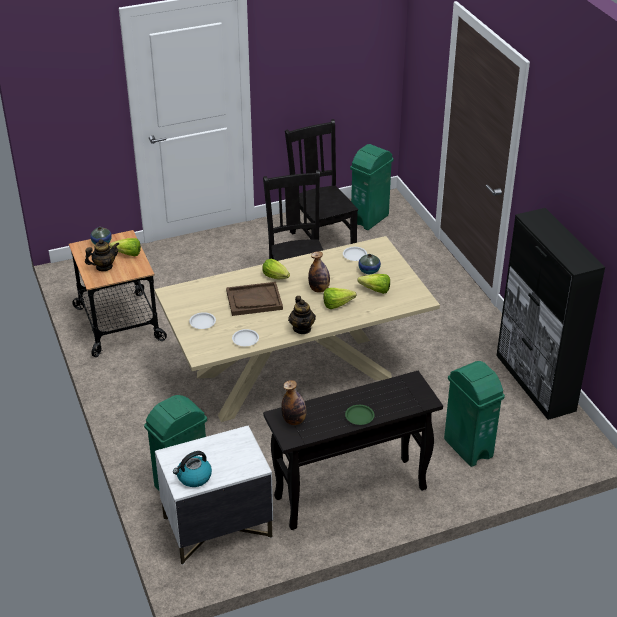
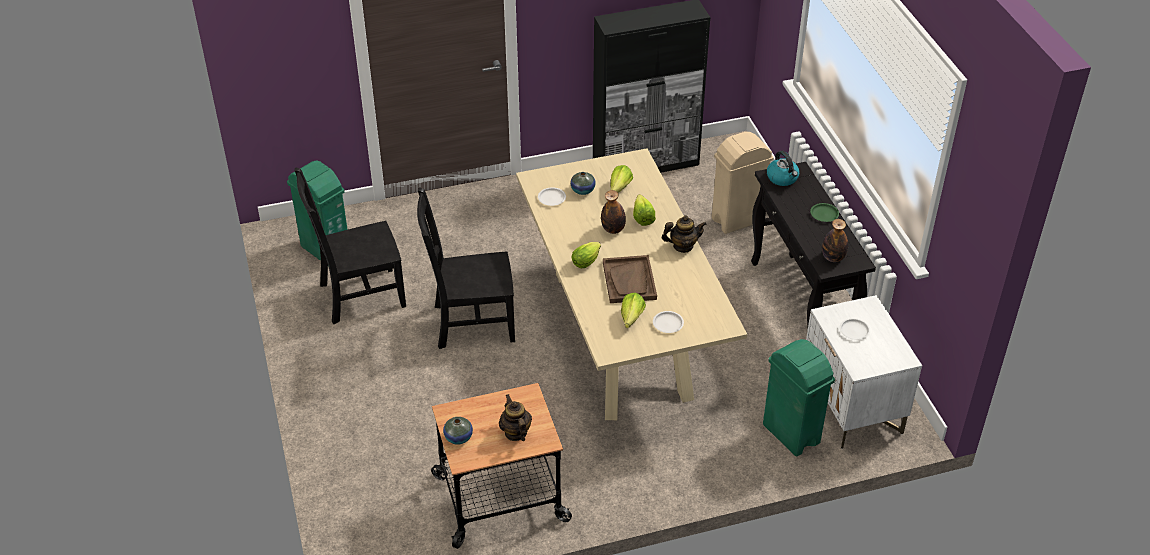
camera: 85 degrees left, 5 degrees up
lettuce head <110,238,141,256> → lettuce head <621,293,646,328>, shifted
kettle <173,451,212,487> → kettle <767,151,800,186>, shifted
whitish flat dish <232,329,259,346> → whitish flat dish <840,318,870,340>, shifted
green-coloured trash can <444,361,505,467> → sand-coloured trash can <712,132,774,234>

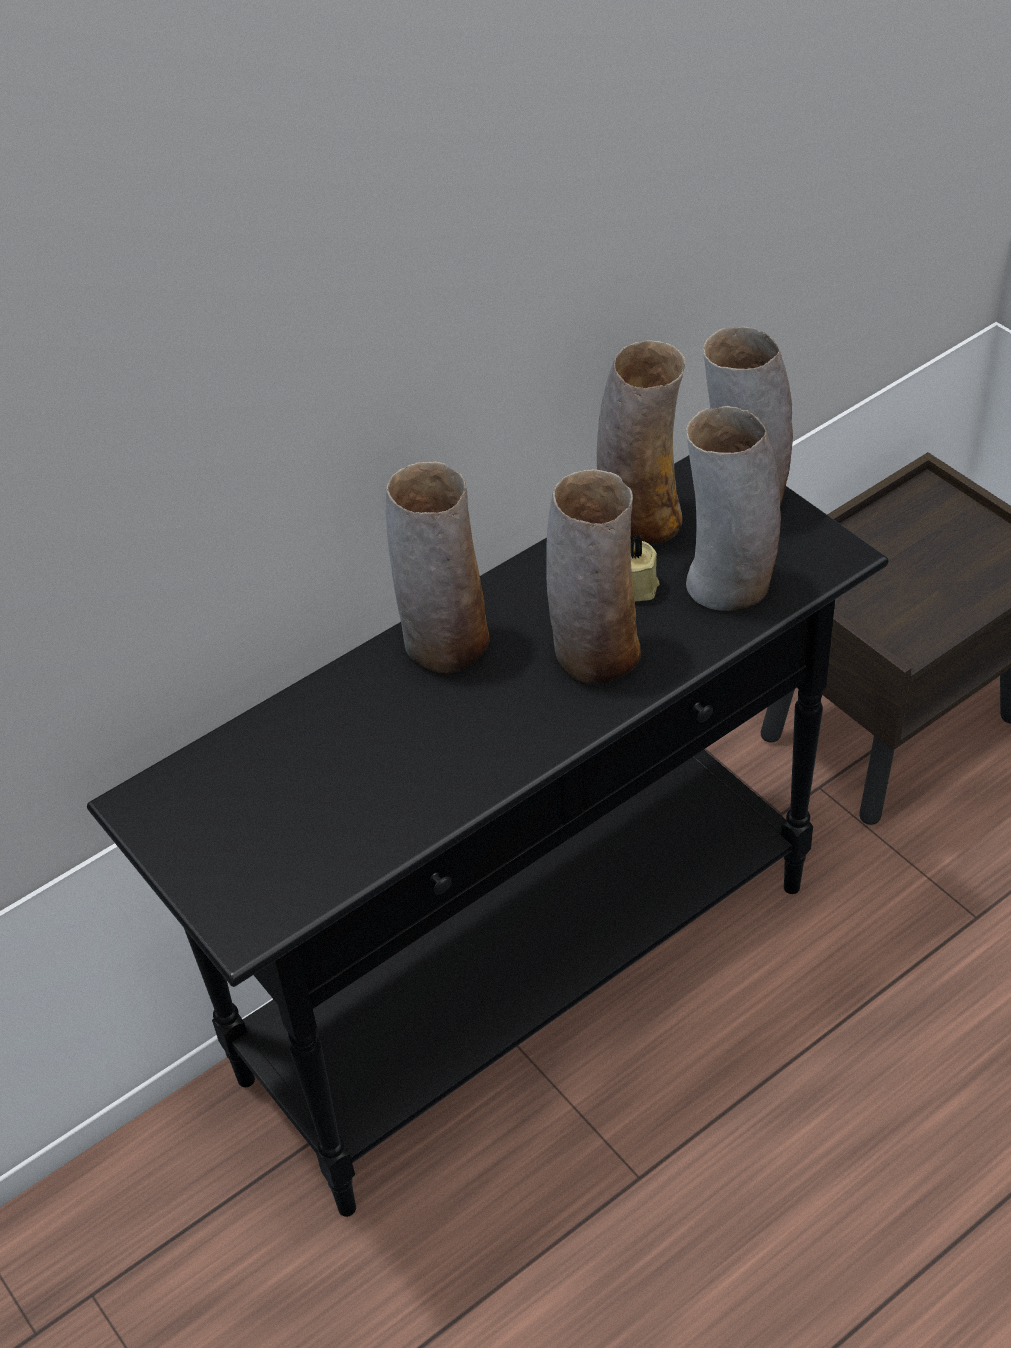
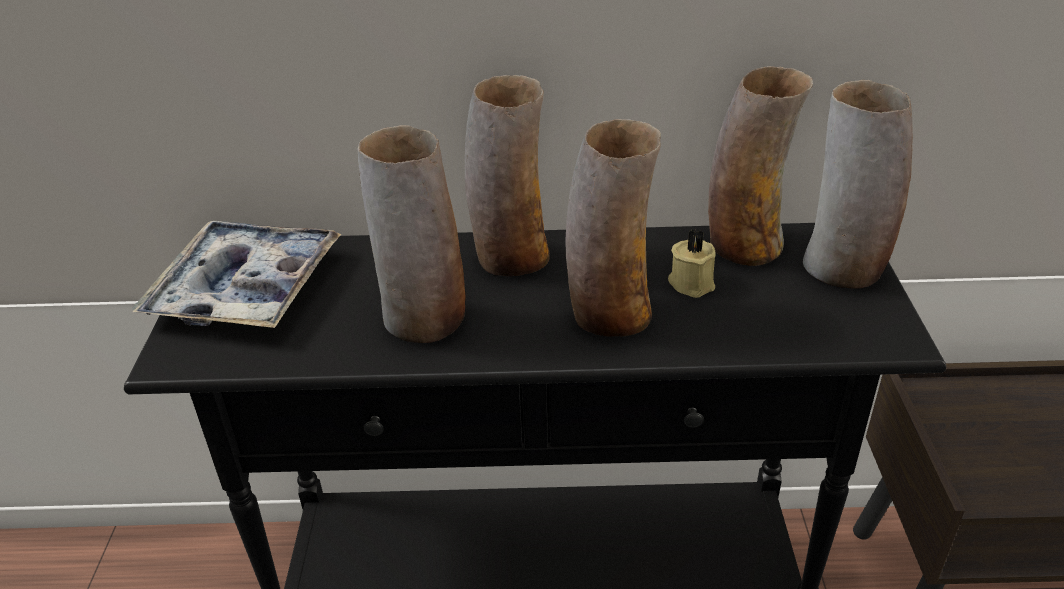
camera: 35 degrees right, 10 degrees down
- → tray <131,221,341,328>
decorative vase <686,406,781,611> → decorative vase <358,125,466,343>, shifted

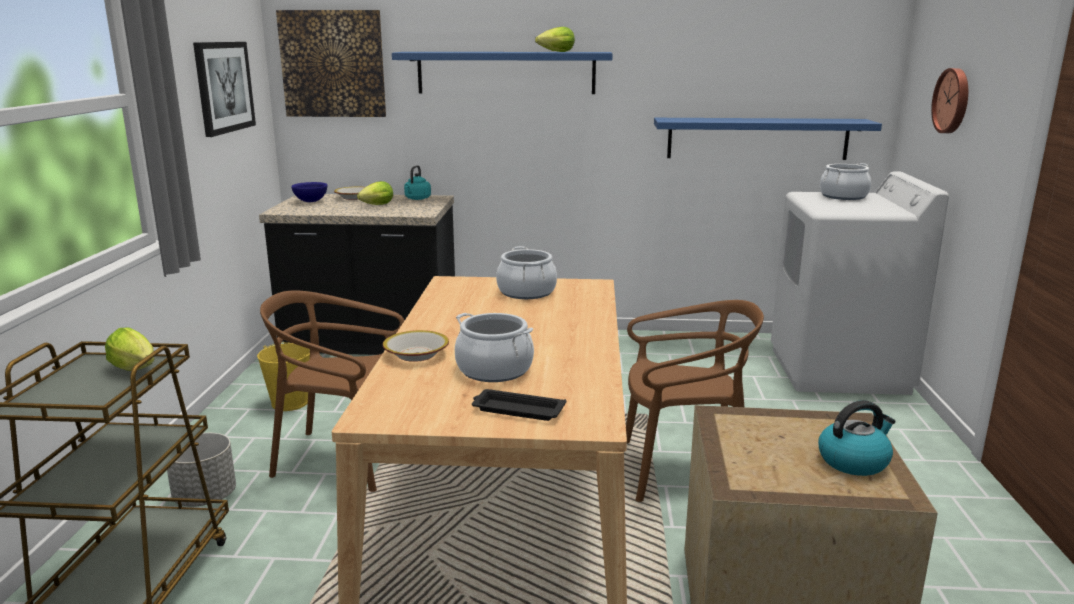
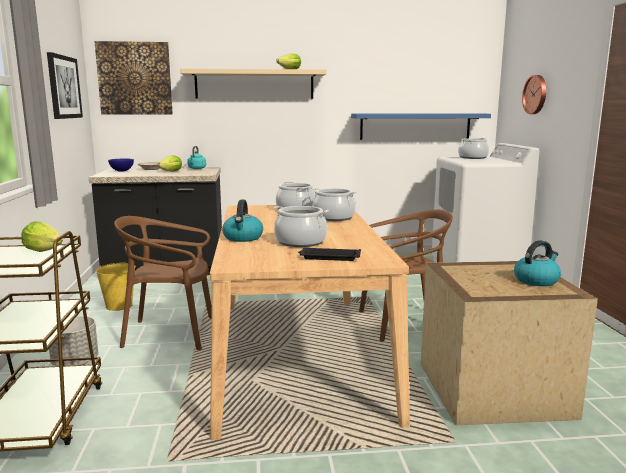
camera: 10 degrees left, 5 degrees down
- → stockpot <312,188,357,221>
serving bowl <383,330,449,362> → kettle <222,200,263,242>
bluish shelf <392,52,613,94> → sand-coloured shelf <180,68,327,99>

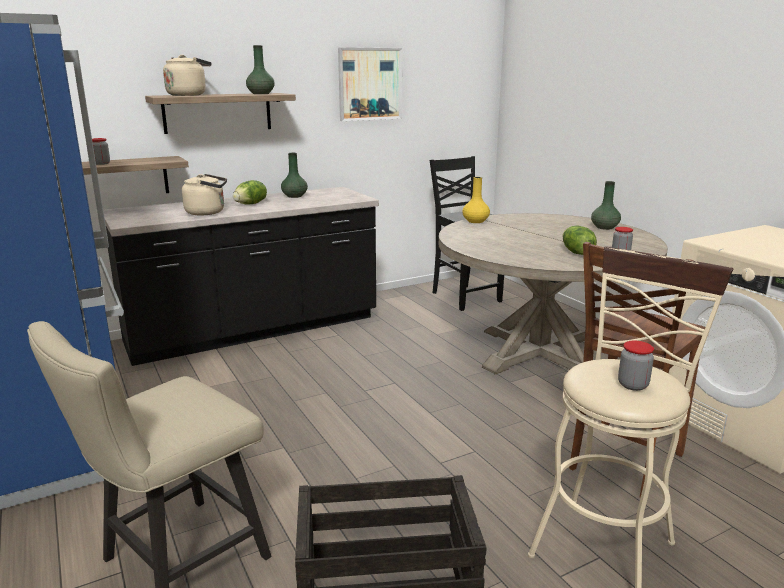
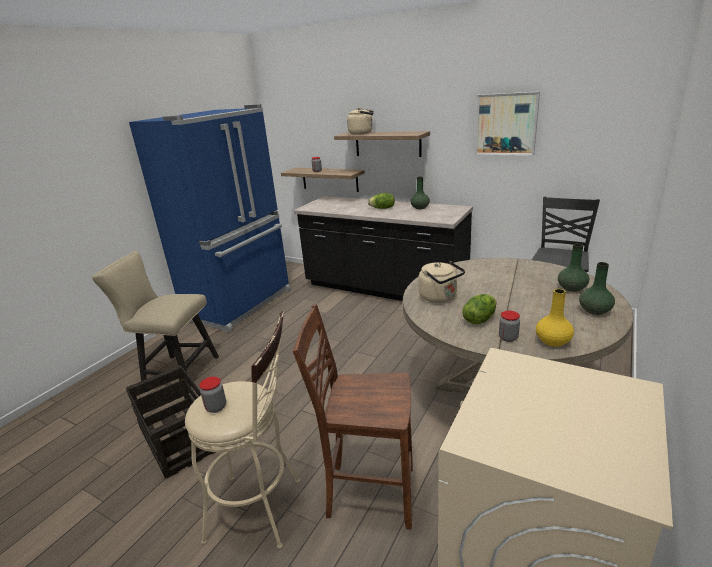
camera: 60 degrees right, 5 degrees up
sand-coloured kettle <182,174,227,215> → sand-coloured kettle <418,261,465,303>, shifted
green-coloured decorative vase <246,45,275,94> → green-coloured decorative vase <558,244,589,292>, shifted
yellow-coloured decorative vase <463,177,490,223> → yellow-coloured decorative vase <536,289,574,347>, shifted

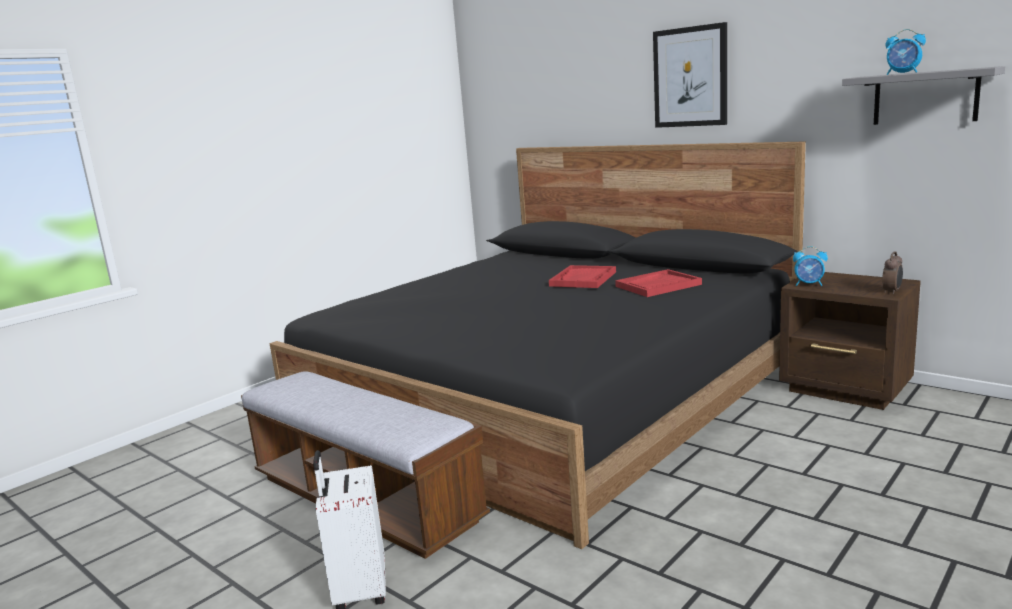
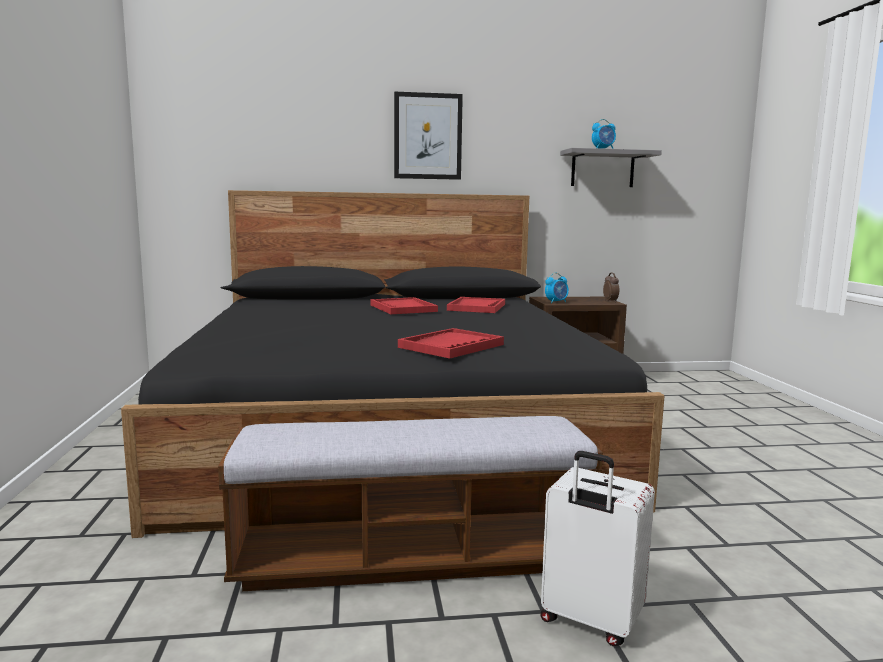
camera: 50 degrees left, 5 degrees down
- → reddish tray <398,328,504,359>

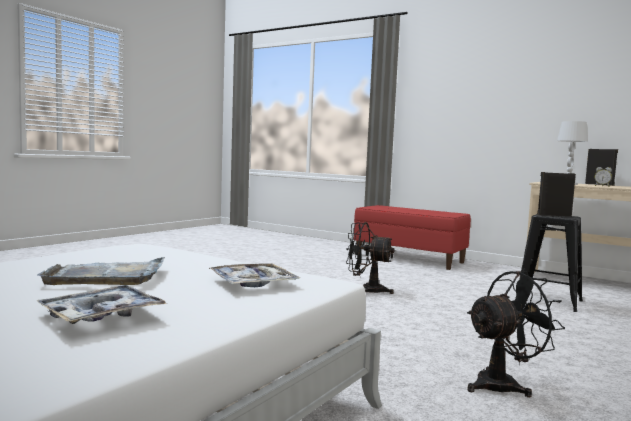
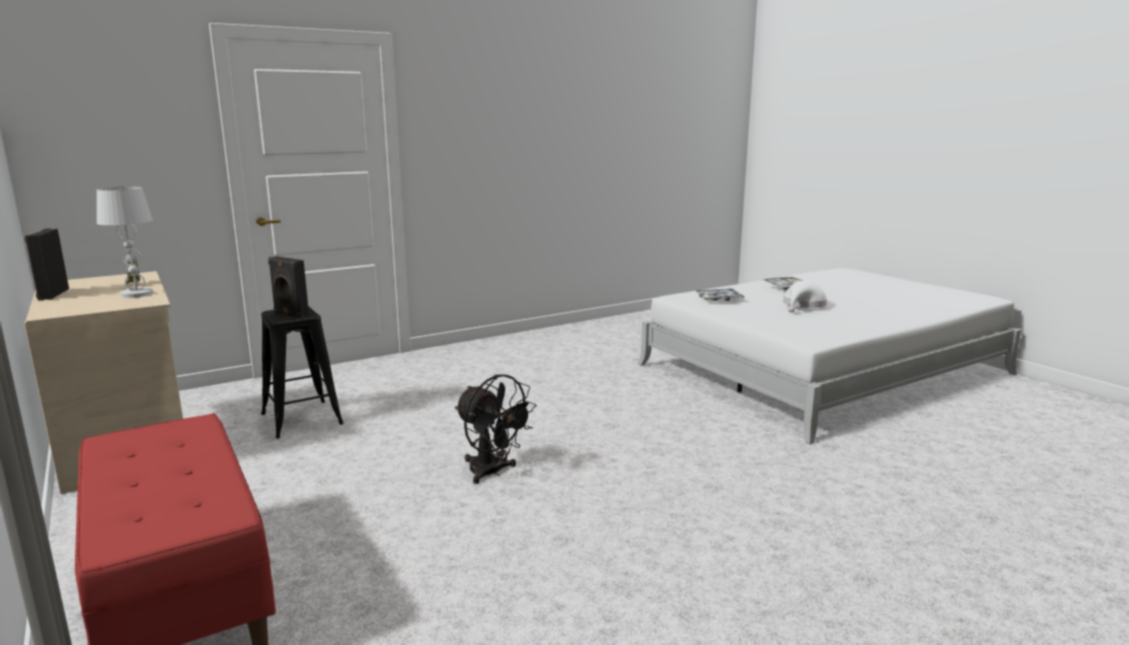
camera: 155 degrees left, 10 degrees up
blackish fan <467,271,565,397> → -
greyish tray <38,257,165,285> → whitish wearable hat <783,281,827,313>

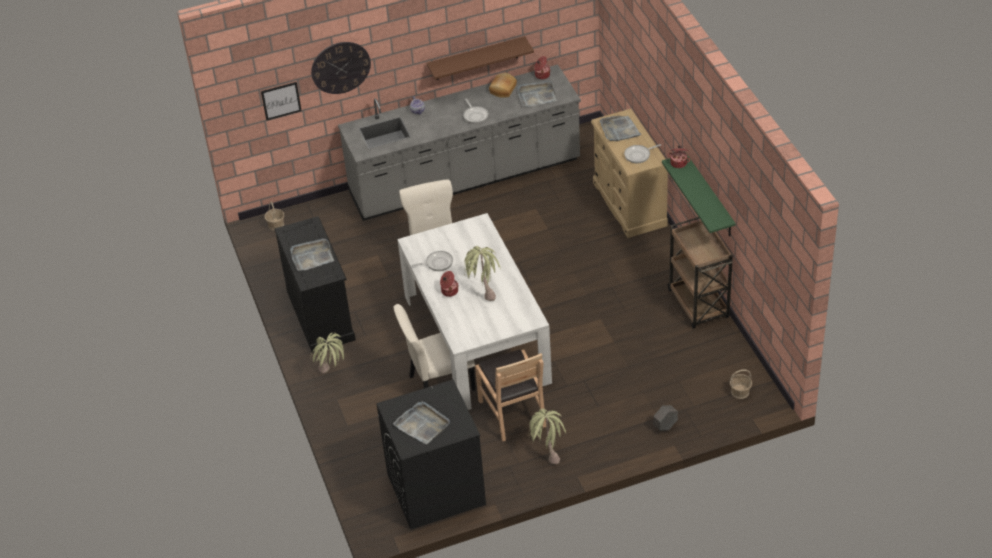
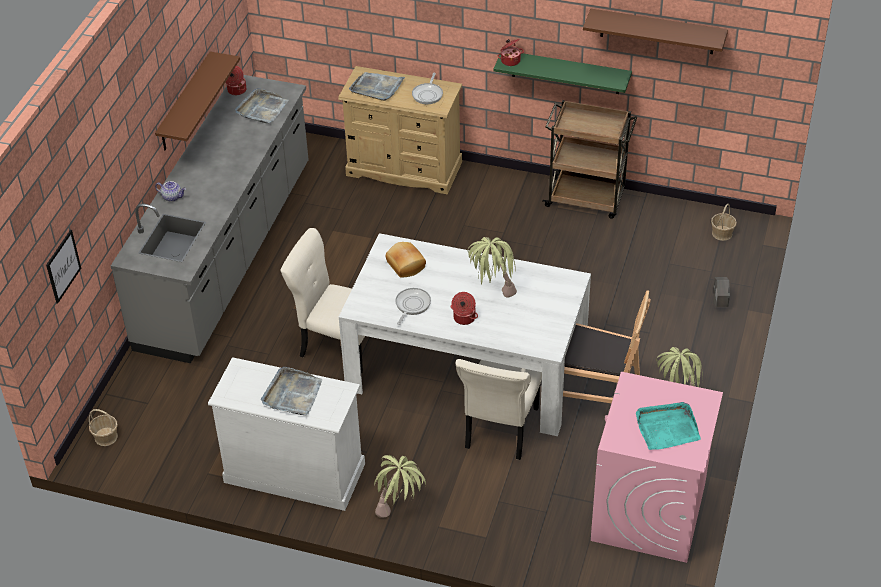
camera: 55 degrees left, 0 degrees up
wall clock <311,42,371,94> → -
skillet <463,99,488,124> → -
- → brown-coloured shelf <583,9,728,54>
bread <489,73,517,98> → bread <385,242,426,278>, shifted
blackish dresser <274,216,356,353> → whitish dresser <208,357,365,511>
blackish laundry machine <376,380,486,530> → pinkish laundry machine <591,372,723,563>
greyish tray <393,401,450,444> → turquoise-coloured tray <636,402,701,450>

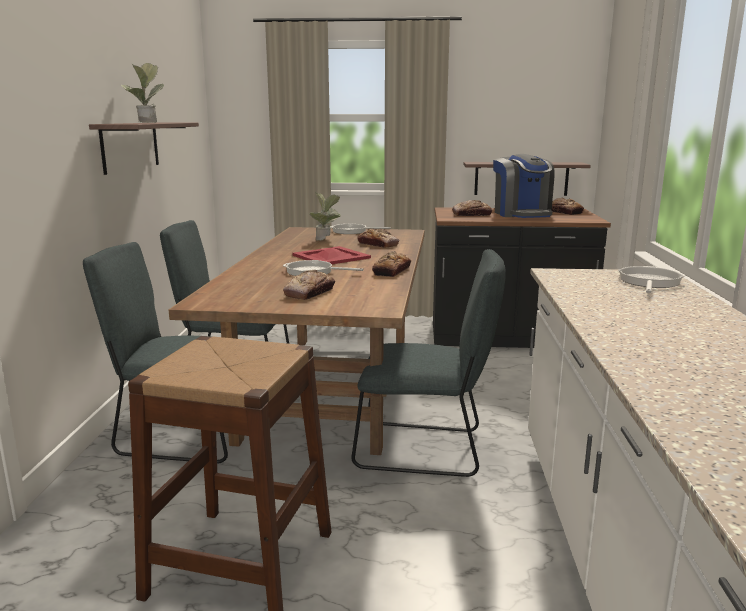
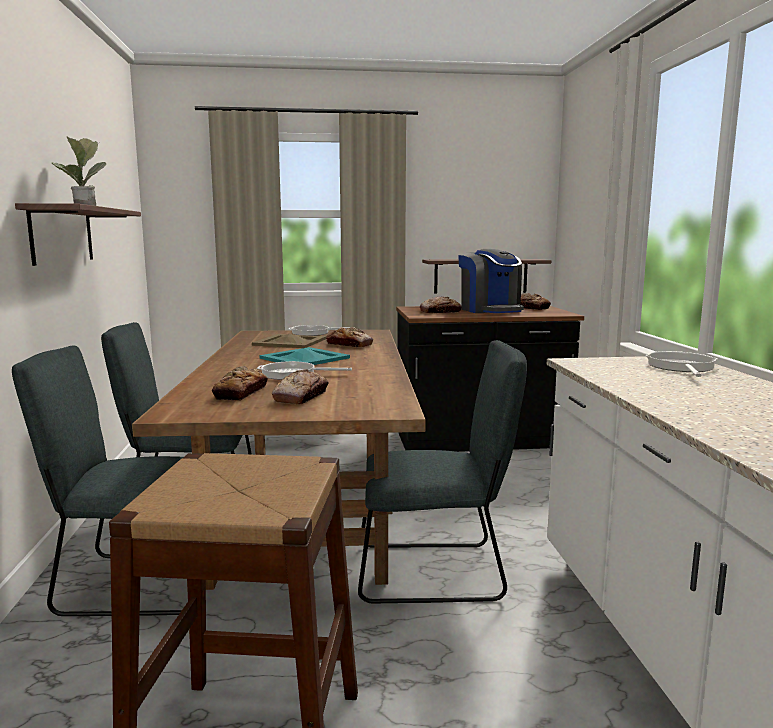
camera: 10 degrees left, 5 degrees down
bread <372,251,411,277> → bread <212,366,268,401>, shifted
houseplant <309,192,341,241> → sand-coloured tray <252,334,326,348>
reddish tray <293,246,371,264> → turquoise-coloured tray <259,347,350,365>

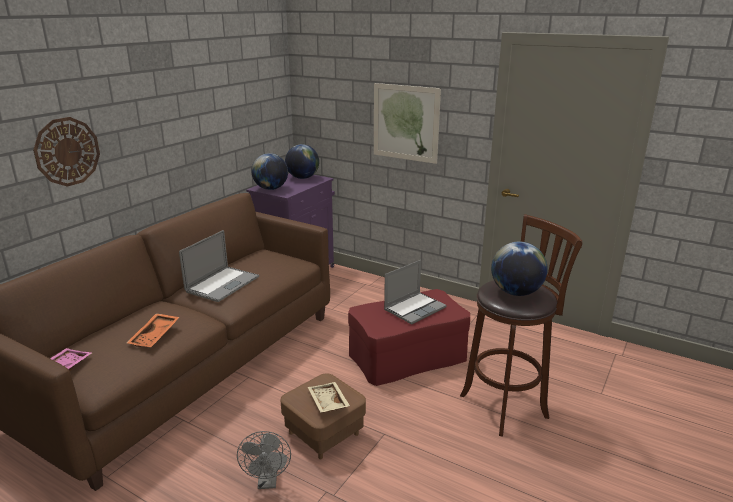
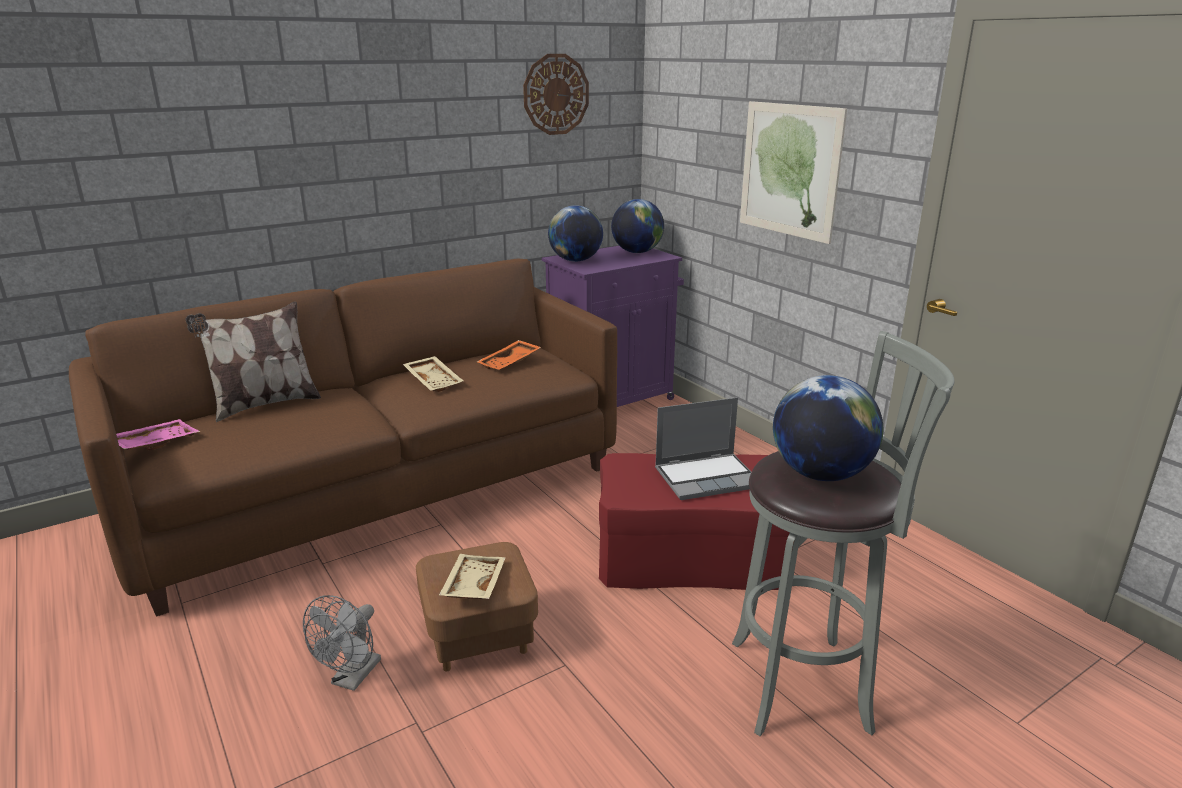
camera: 25 degrees right, 0 degrees up
- → cushion <186,301,321,422>
wall clock <33,117,100,187> → wall clock <523,54,589,135>, shifted
orange tray <127,313,180,347> → orange tray <477,340,541,370>, shifted
notebook computer <179,230,259,302> → sand-coloured tray <403,356,463,392>
brown-coloured sitting stool <460,214,582,437> → greyish sitting stool <732,331,954,736>

